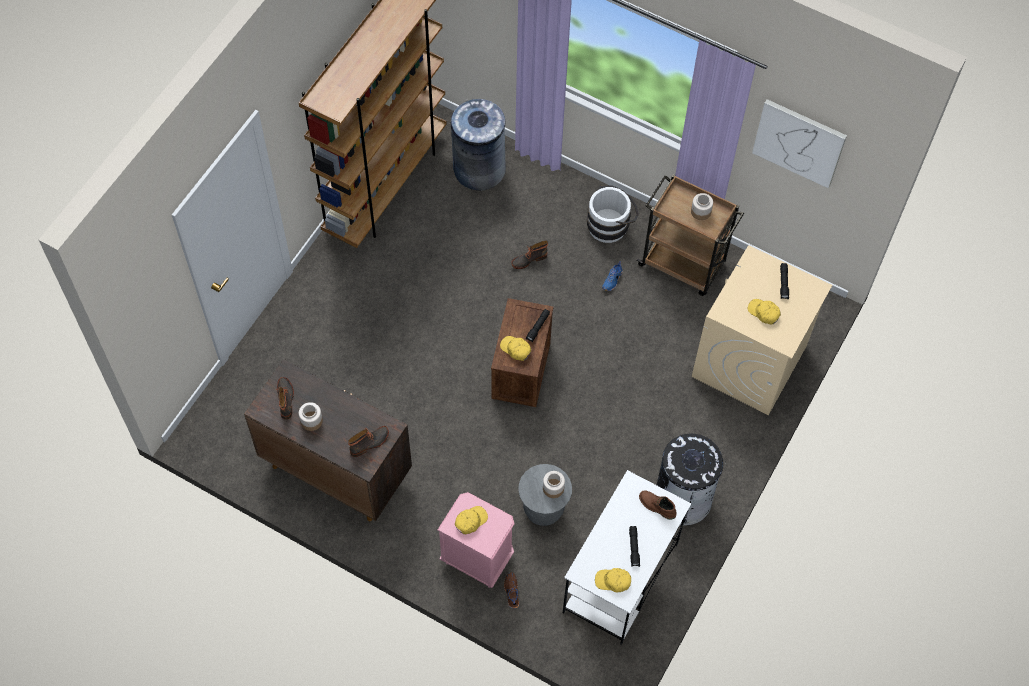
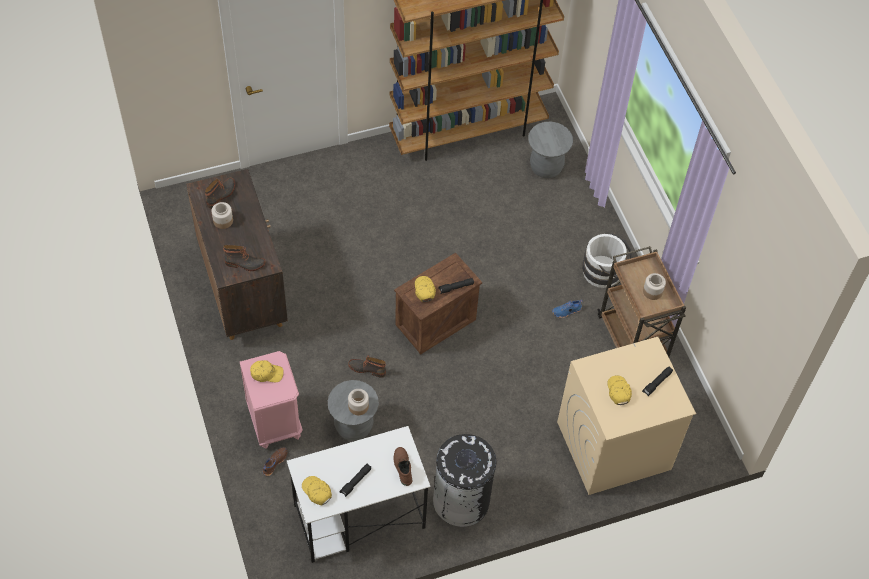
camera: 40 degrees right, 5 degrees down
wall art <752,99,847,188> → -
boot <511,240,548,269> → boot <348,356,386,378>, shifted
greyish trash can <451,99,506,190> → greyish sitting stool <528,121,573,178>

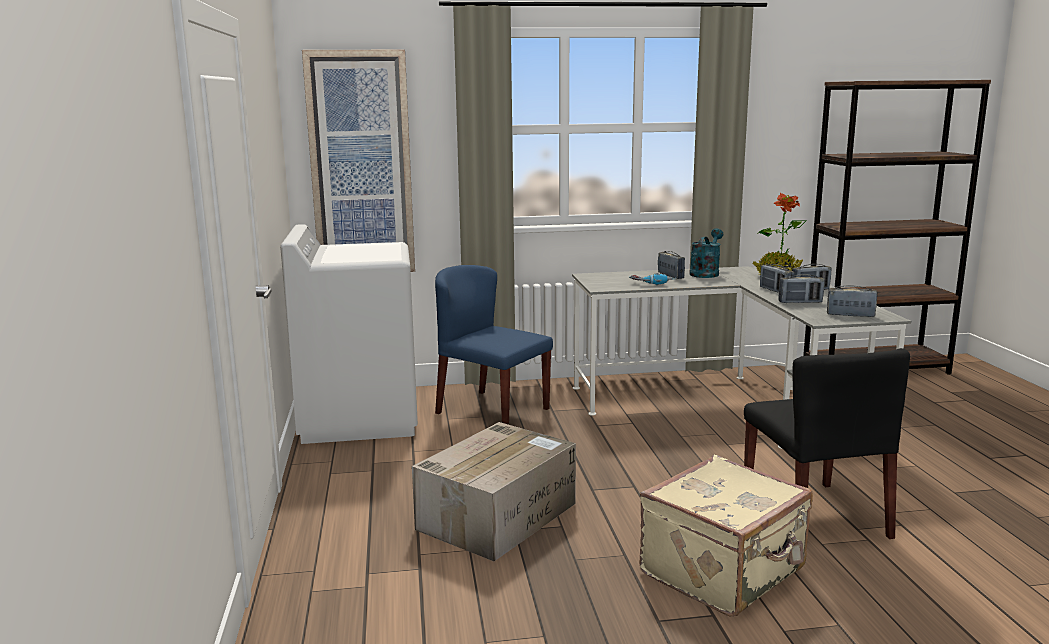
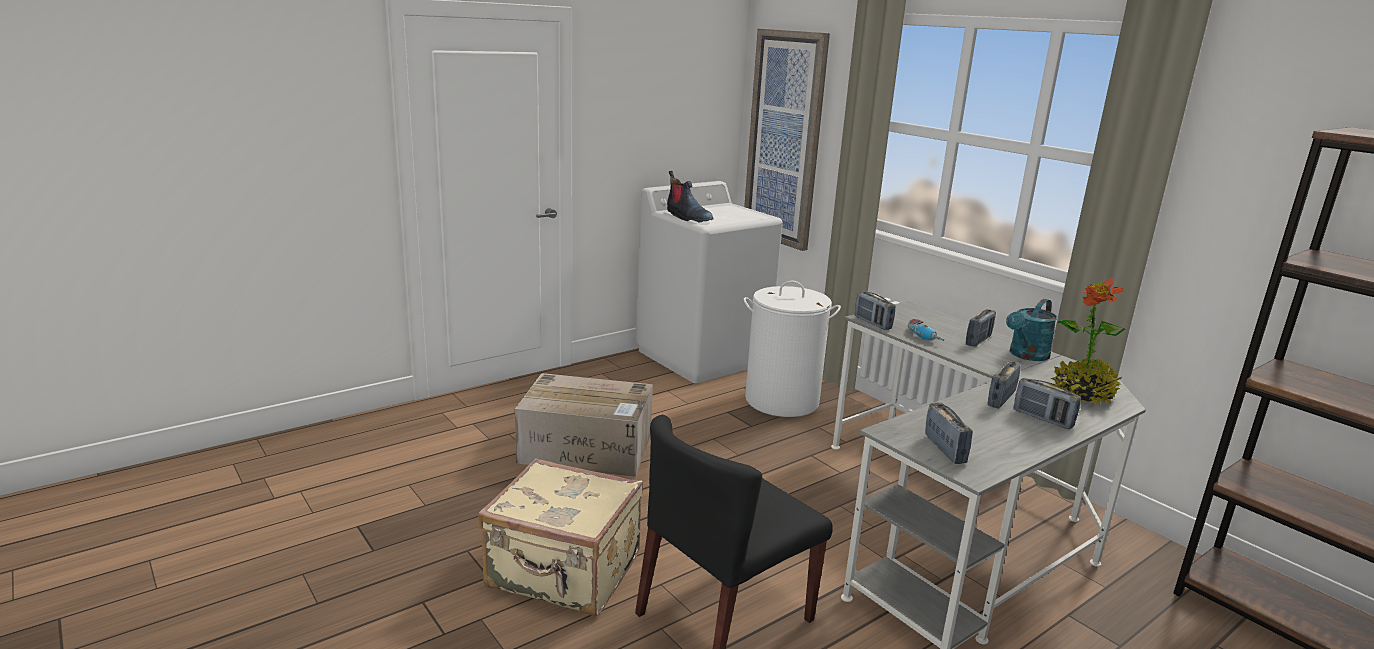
camera: 60 degrees right, 5 degrees up
- → boot <667,171,713,222>
radio receiver <779,274,825,303> → radio receiver <855,291,896,330>, shifted
bluish upright chair <435,265,553,425> → whitish laundry basket <744,281,841,417>
turquoise-coloured watering can <689,229,723,278> → turquoise-coloured watering can <1006,299,1057,361>, 135 degrees clockwise

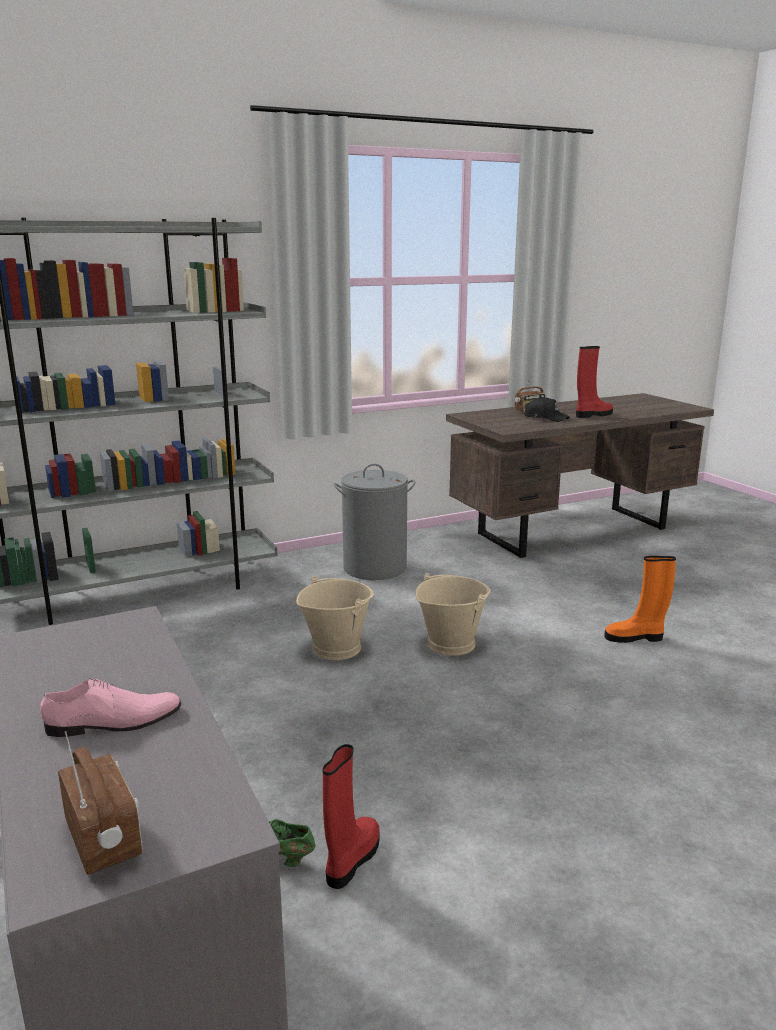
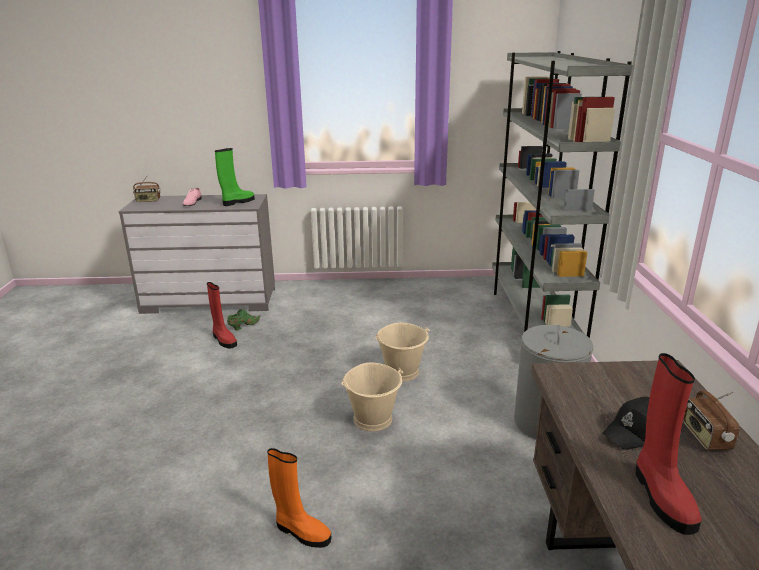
camera: 115 degrees right, 5 degrees up
- → green-coloured boot <215,148,255,206>
orange boot <604,556,676,643> → orange boot <267,448,332,548>, 90 degrees clockwise

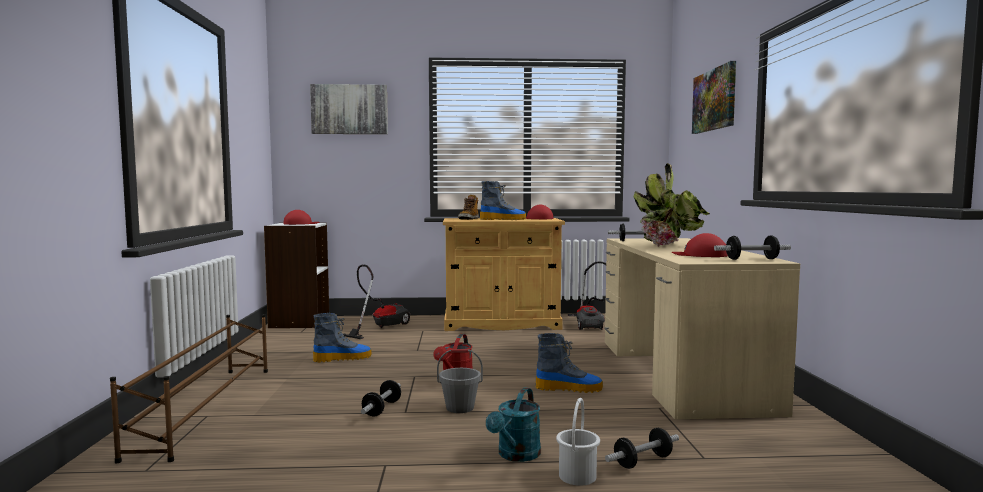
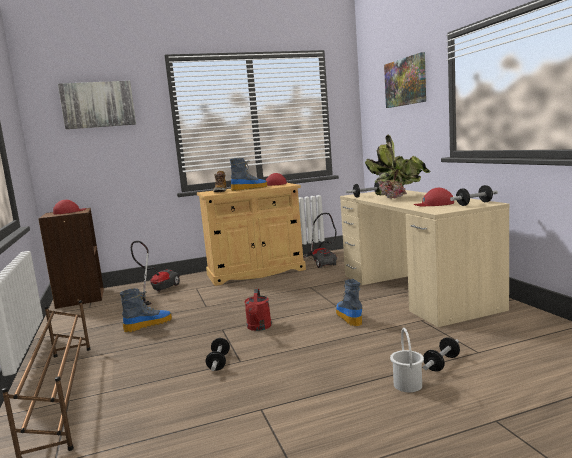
camera: 15 degrees left, 5 degrees up
greyish bucket <437,349,483,413> → -
turquoise-coloured watering can <486,387,541,462> → -
whitish bookcase <264,223,329,328> → brown-coloured bookcase <38,208,104,309>
boot <536,333,603,393> → boot <336,279,363,326>, 90 degrees counterclockwise

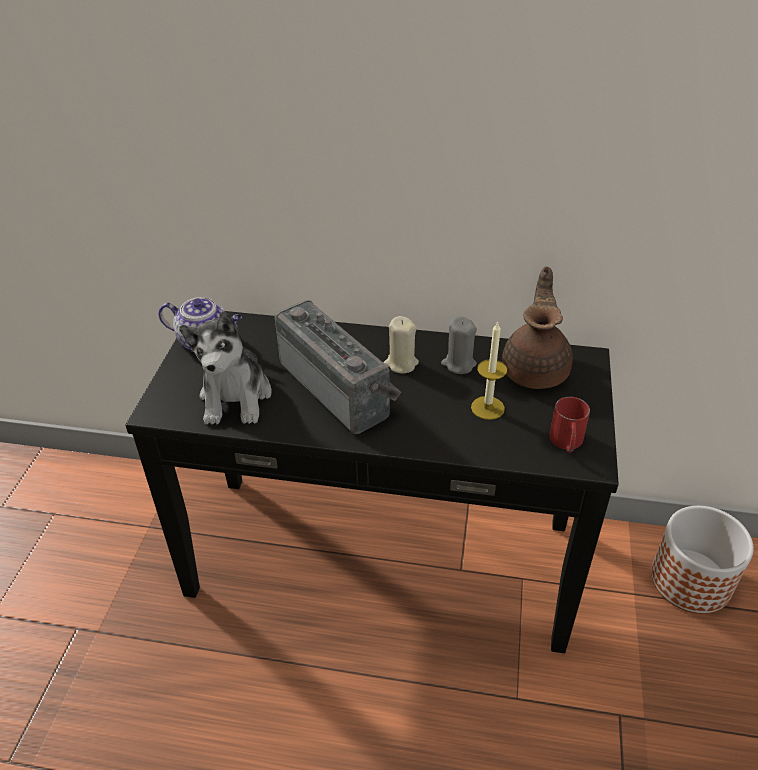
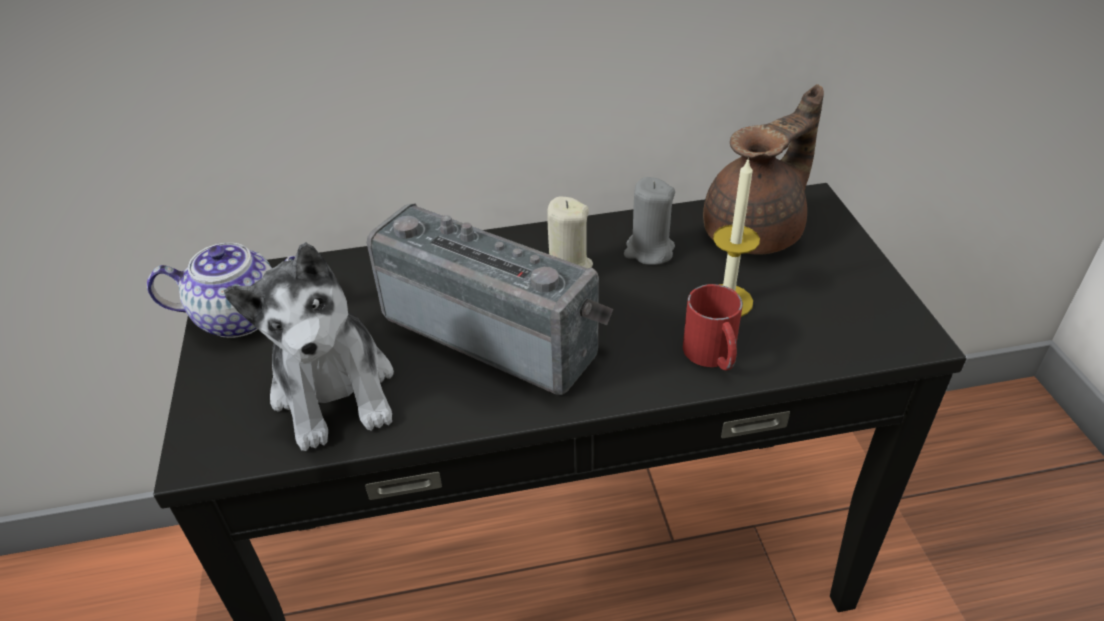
camera: 20 degrees left, 0 degrees up
plant pot <651,506,754,614> → -
reddish tea mug <549,397,590,453> → reddish tea mug <683,284,743,370>, shifted
brown-coloured teapot <502,266,573,389> → brown-coloured teapot <703,84,824,254>, 60 degrees clockwise

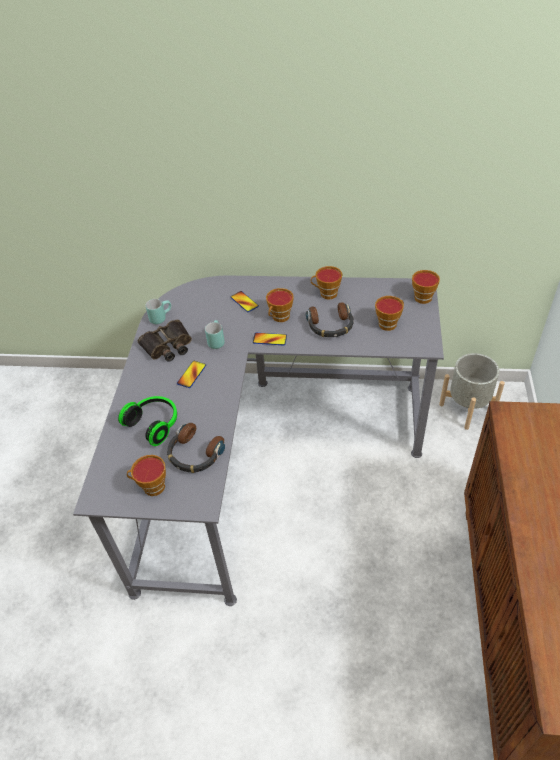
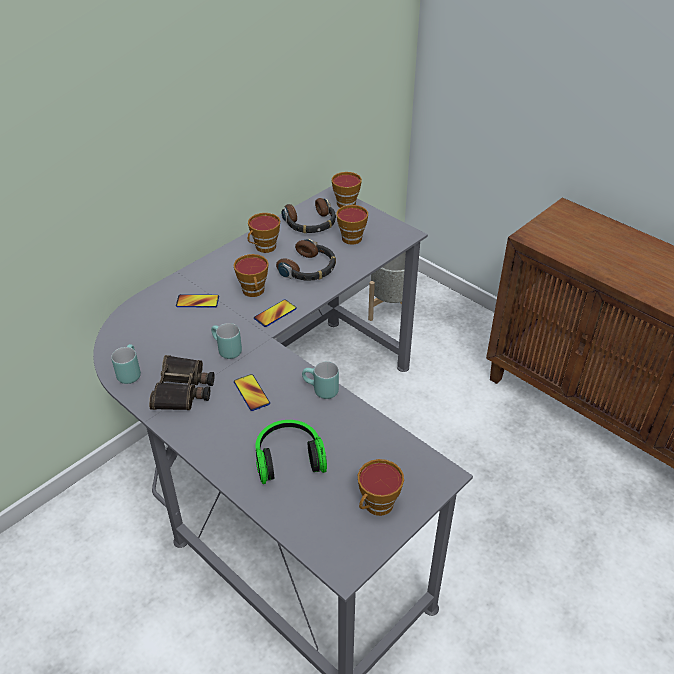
camera: 55 degrees left, 5 degrees down
- → turquoise-coloured tea mug <302,361,339,399>
headset <167,423,225,473> → headset <281,198,336,233>, shifted

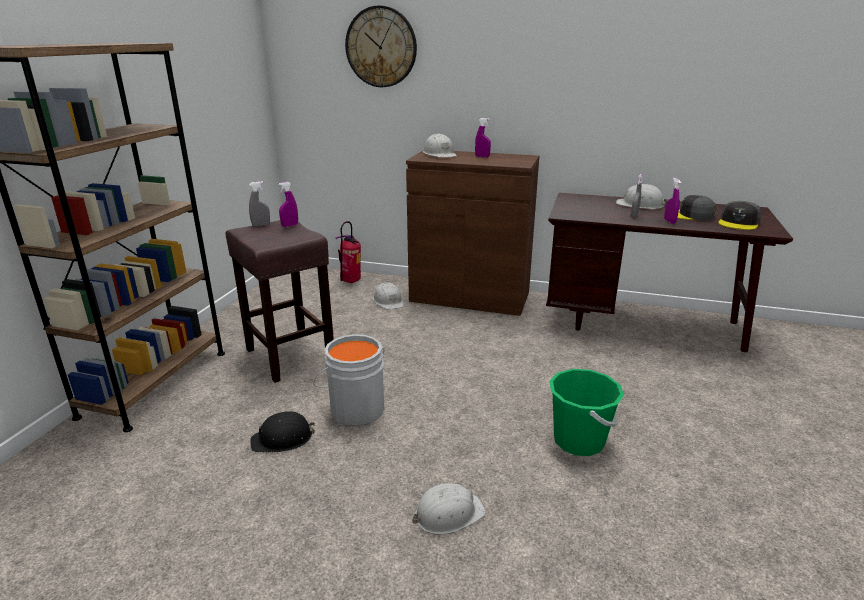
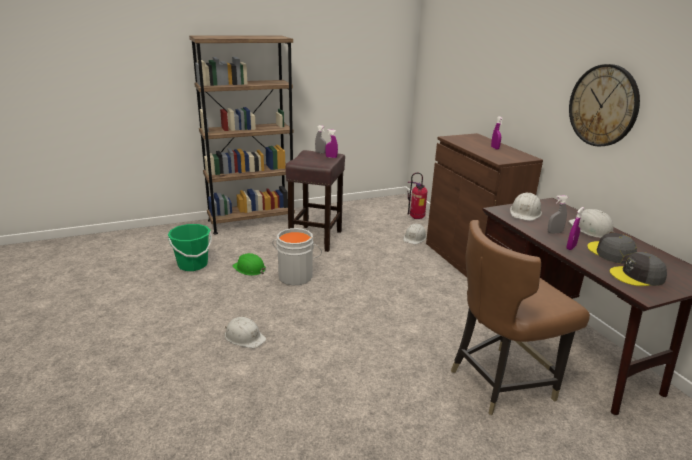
camera: 50 degrees right, 0 degrees up
- → brown-coloured upright chair <451,220,590,415>
wall clock <345,5,417,87> → wall clock <569,64,640,147>, shifted
whitish safety helmet <423,134,457,158> → whitish safety helmet <510,192,542,221>, shifted
green-coloured bucket <549,369,624,456> → green-coloured bucket <168,224,212,271>, shifted
blackish safety helmet <250,411,315,452> → green-coloured safety helmet <232,253,266,276>

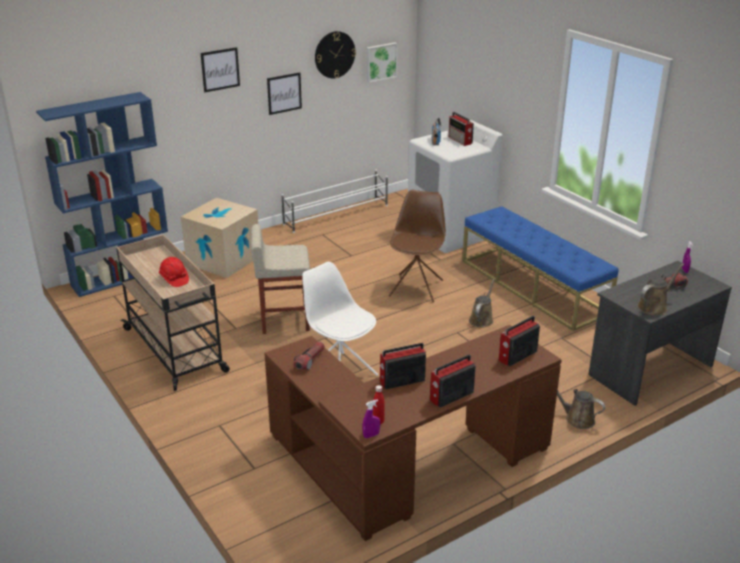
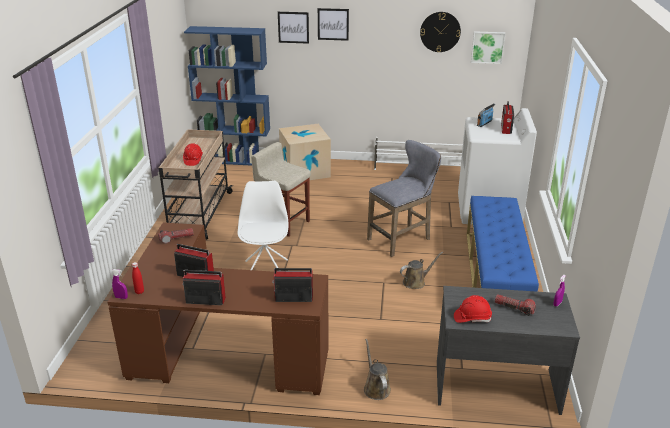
camera: 40 degrees right, 0 degrees up
wall art <267,72,302,115> → wall art <278,12,309,44>, shifted
brown-coloured upright chair <389,190,446,302> → greyish sitting stool <367,140,441,257>
brown-coloured watering can <637,264,684,315> → reddish safety helmet <454,295,492,323>

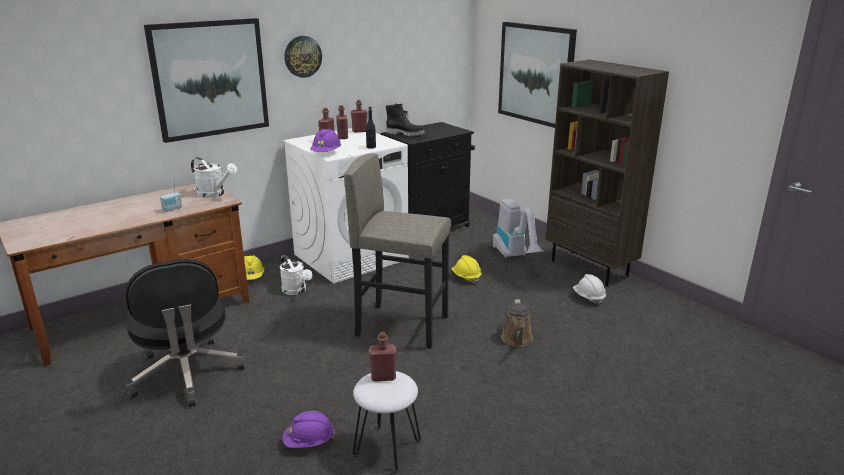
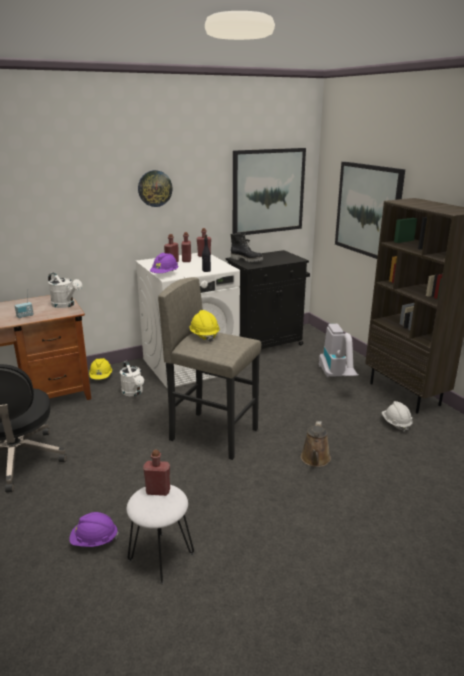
camera: 10 degrees right, 0 degrees up
wall art <144,18,269,143> → wall art <233,148,306,235>, shifted
yellow-coloured safety helmet <452,255,481,284> → yellow-coloured safety helmet <189,310,219,342>, shifted

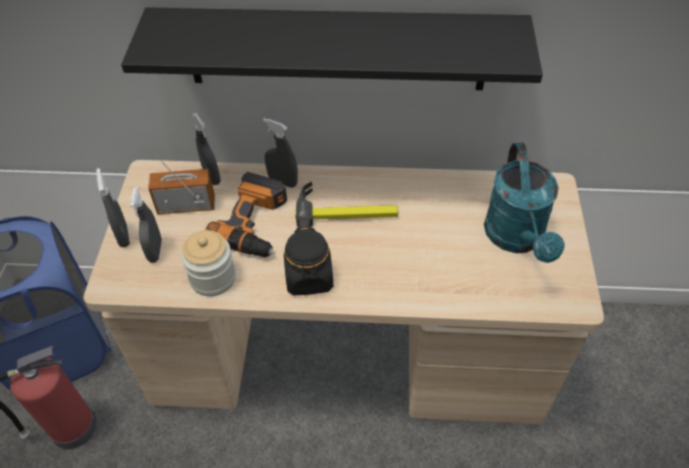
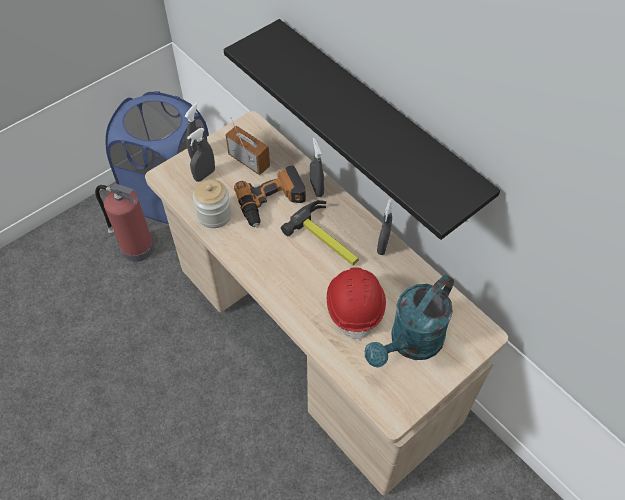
camera: 45 degrees right, 5 degrees up
blackish jar <284,226,333,295> → -
- → reddish safety helmet <327,267,386,341>
greyish hand sprayer <192,113,221,185> → greyish hand sprayer <377,199,393,255>, shifted

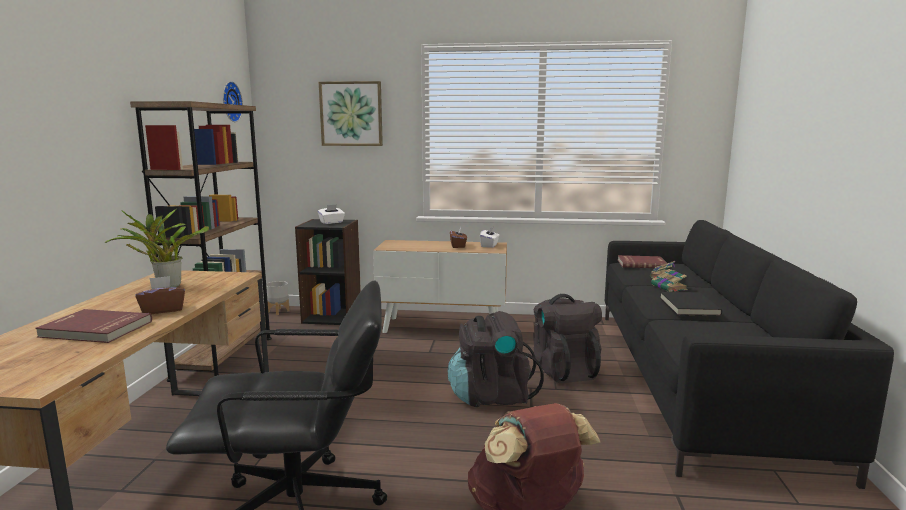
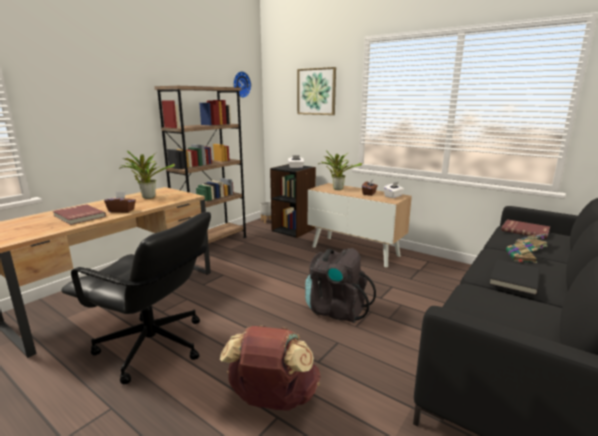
camera: 30 degrees right, 5 degrees up
blackish backpack <534,294,602,383> → -
- → houseplant <318,150,362,190>

